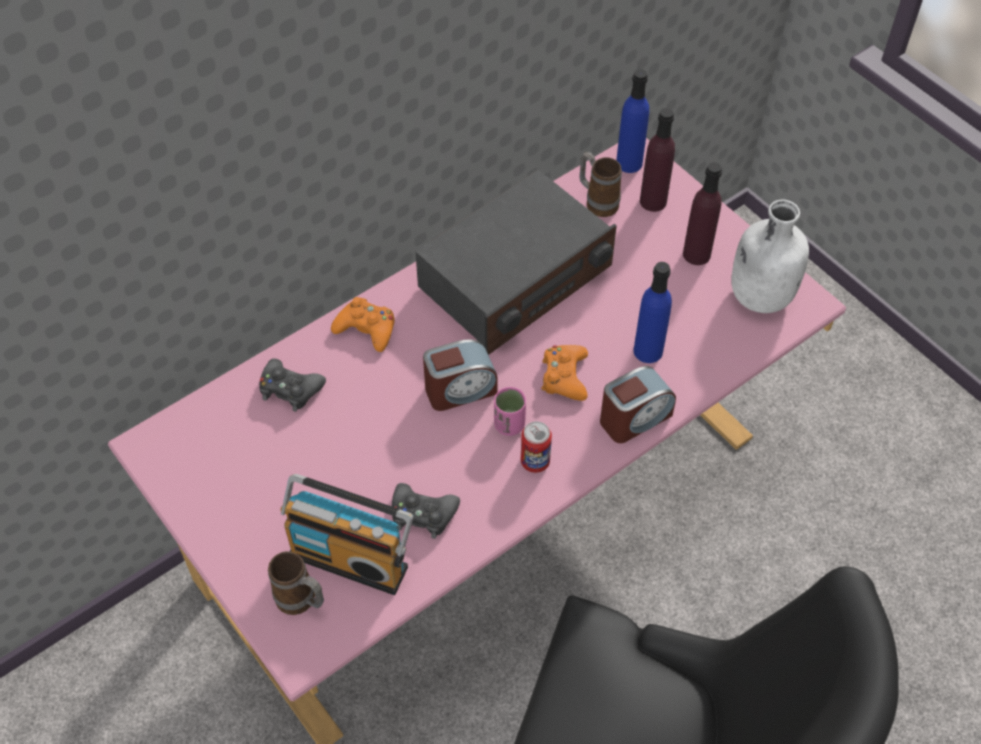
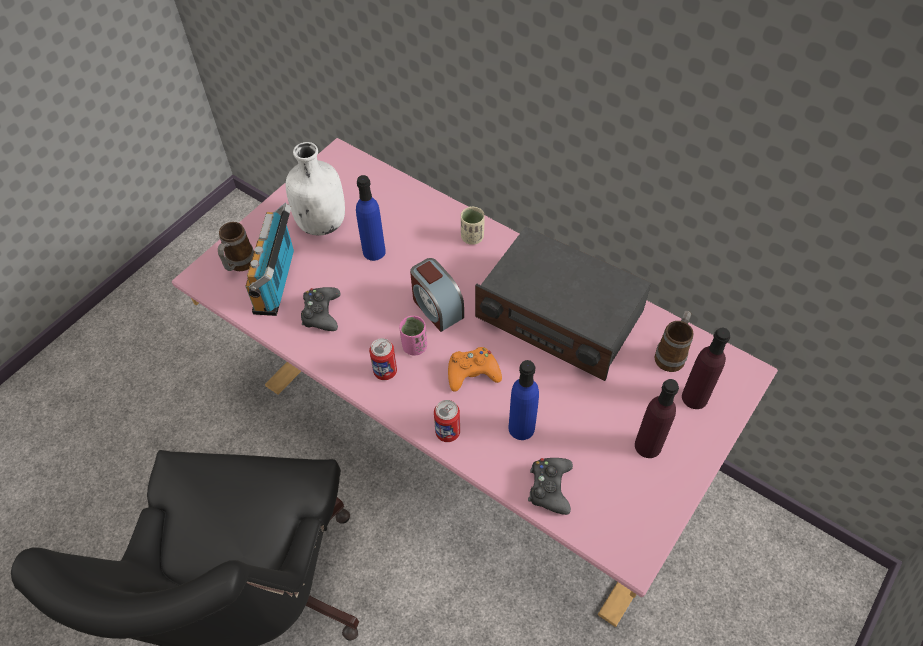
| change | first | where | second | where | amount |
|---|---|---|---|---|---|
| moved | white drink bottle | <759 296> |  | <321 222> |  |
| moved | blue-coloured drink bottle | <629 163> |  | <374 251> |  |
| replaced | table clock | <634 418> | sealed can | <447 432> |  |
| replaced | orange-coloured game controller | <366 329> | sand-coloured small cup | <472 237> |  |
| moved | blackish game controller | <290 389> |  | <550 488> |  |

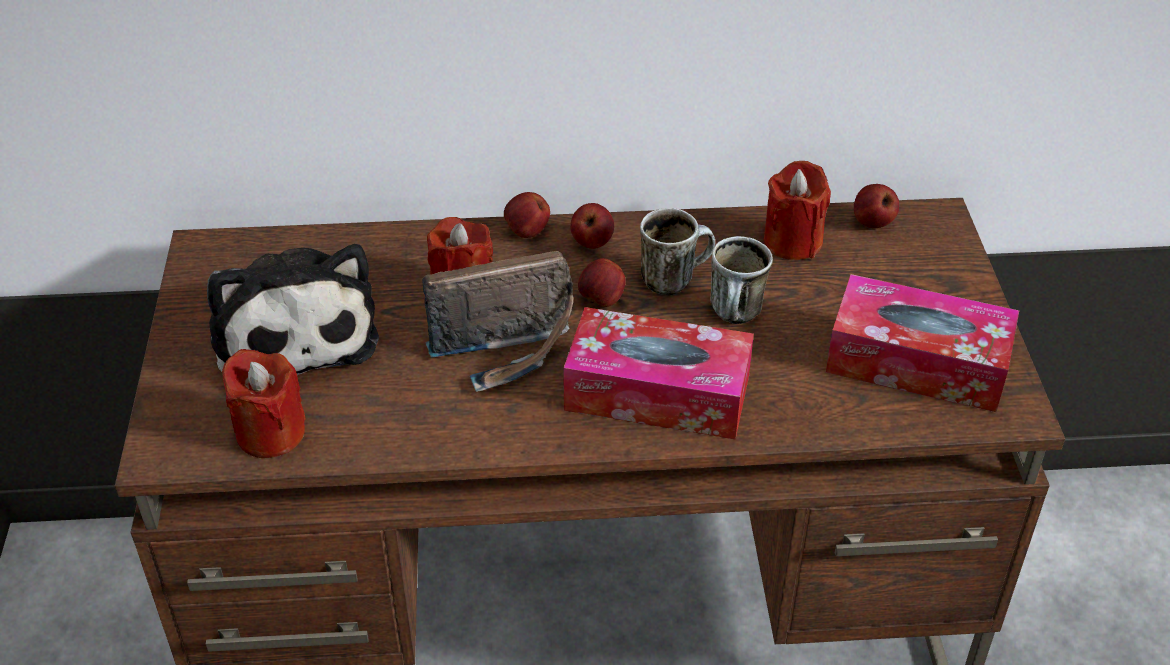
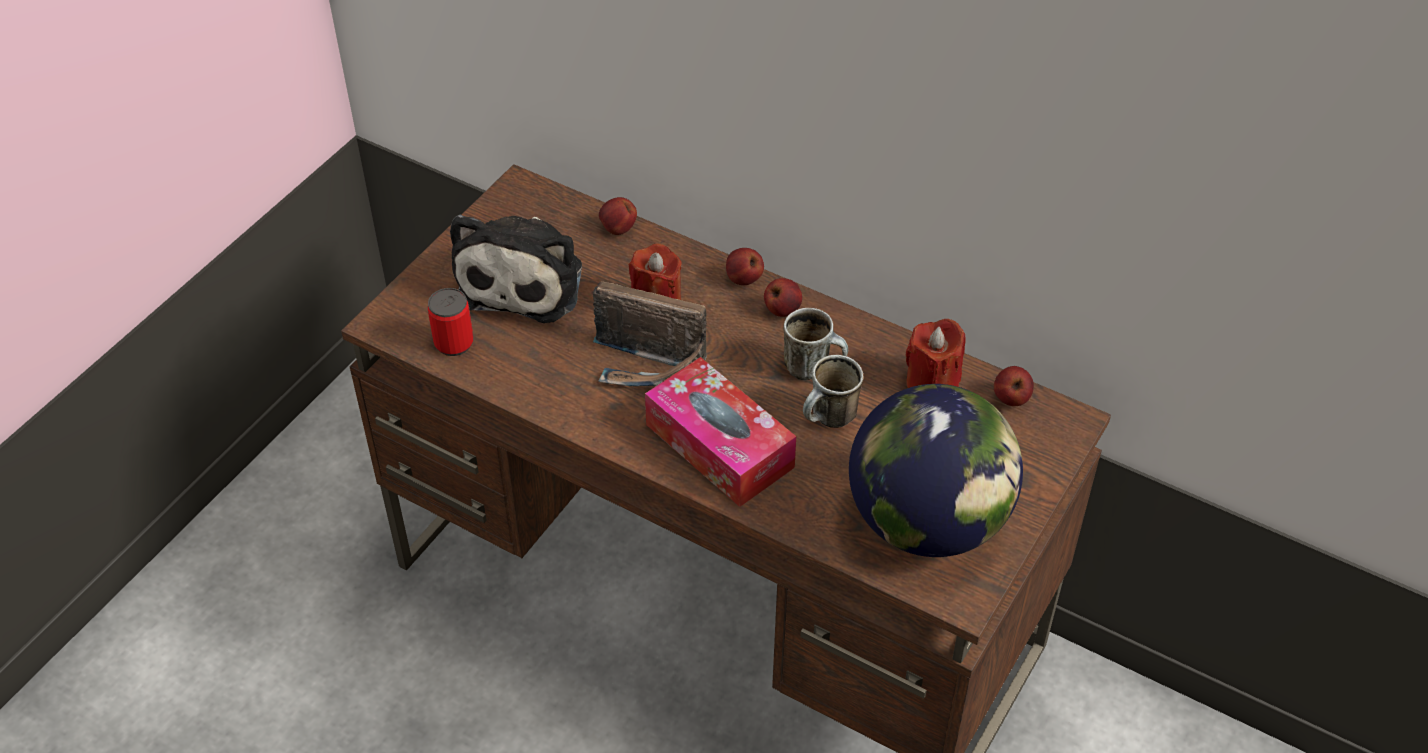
| change | first | where | second | where | amount |
|---|---|---|---|---|---|
| replaced | reddish candle | <270 433> | sealed can | <454 343> |  |
| moved | whole apple | <601 301> |  | <618 229> |  |
| replaced | box of tissues | <917 362> | desk globe | <927 523> |  |

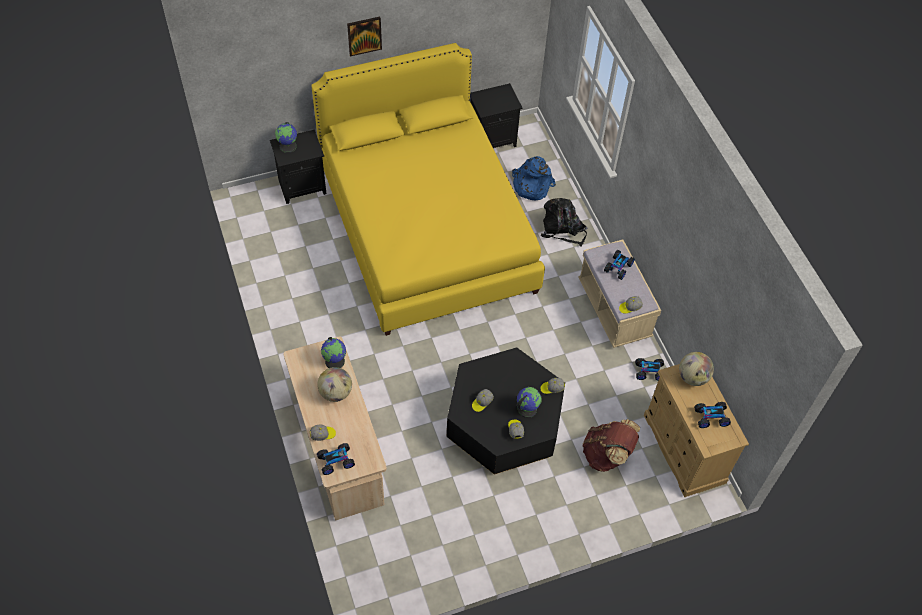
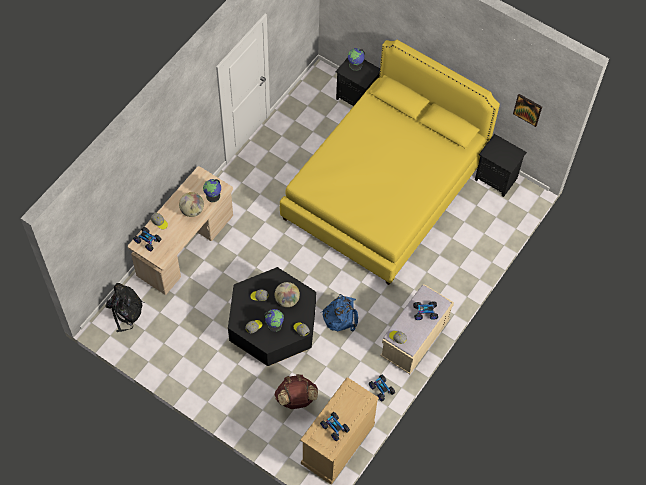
| change | first | where | second | where | amount |
|---|---|---|---|---|---|
| moved | blackish knapsack | <562 229> |  | <125 311> |  |
| moved | desk globe | <692 377> |  | <287 300> |  |
| moved | blue-coloured knapsack | <531 185> |  | <340 315> |  |
| moved | wall picture | <364 35> |  | <527 109> |  |

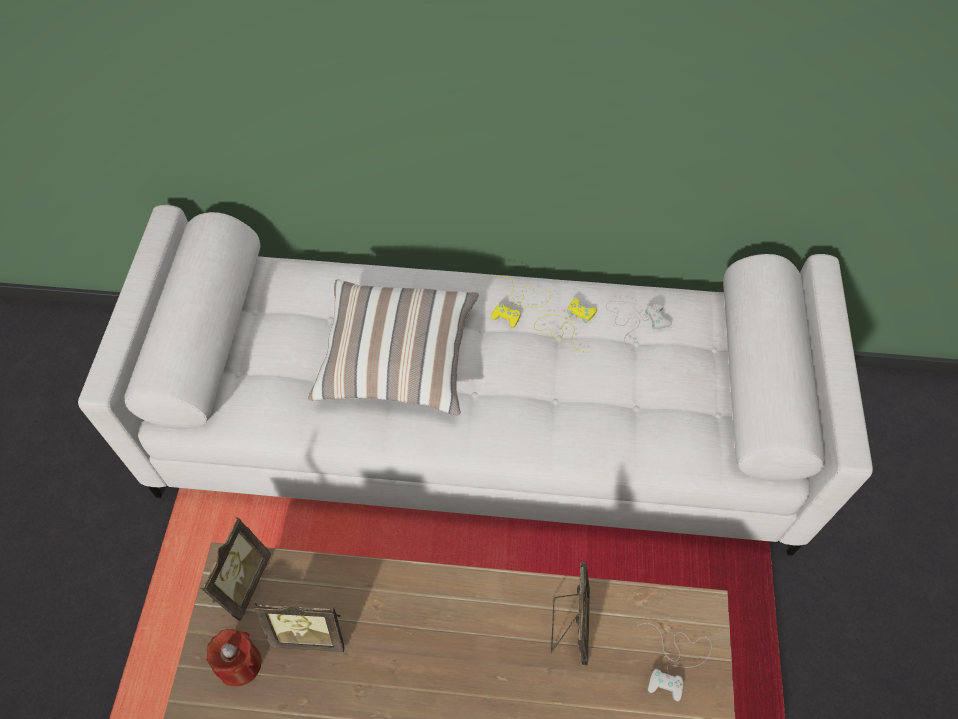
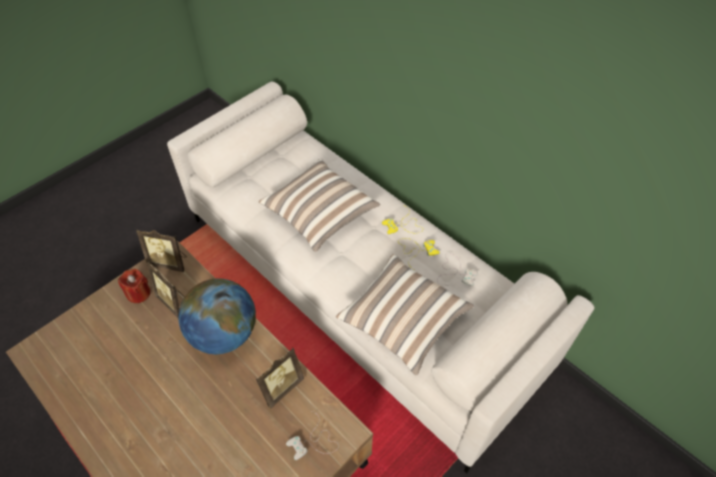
| change | first | where | second | where | amount |
|---|---|---|---|---|---|
| turned | photo frame | <241 582> |  | <169 262> | 45 degrees clockwise |
| added |  |  | desk globe | <224 334> |  |
| added |  |  | pillow | <403 321> |  |

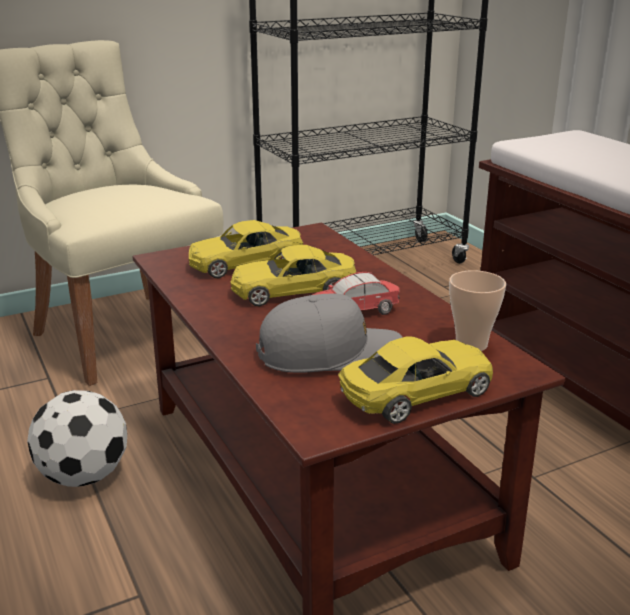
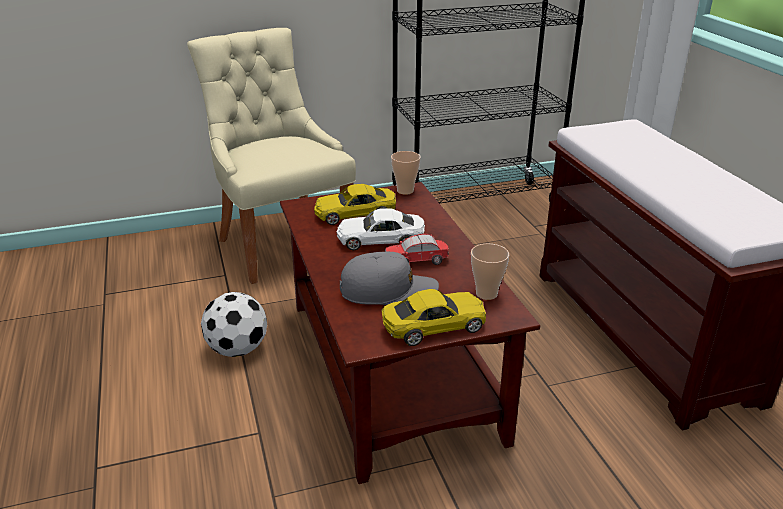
| change | first | where | second | where | amount |
|---|---|---|---|---|---|
| recoloured | yellow toy car | <293 291> | white toy car | <380 240> |  |
| added |  |  | small cup | <405 191> |  |

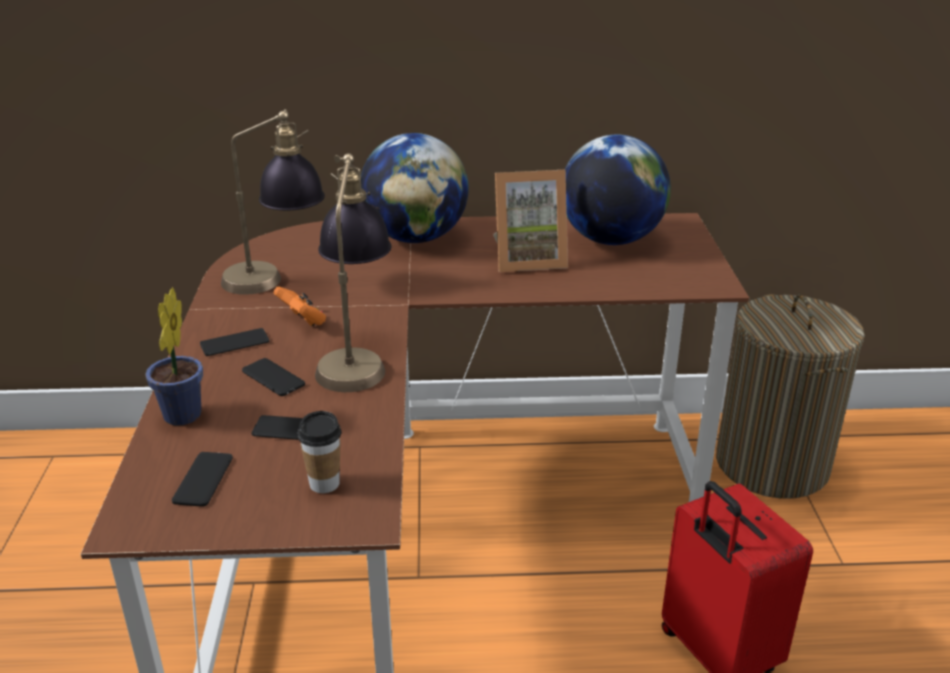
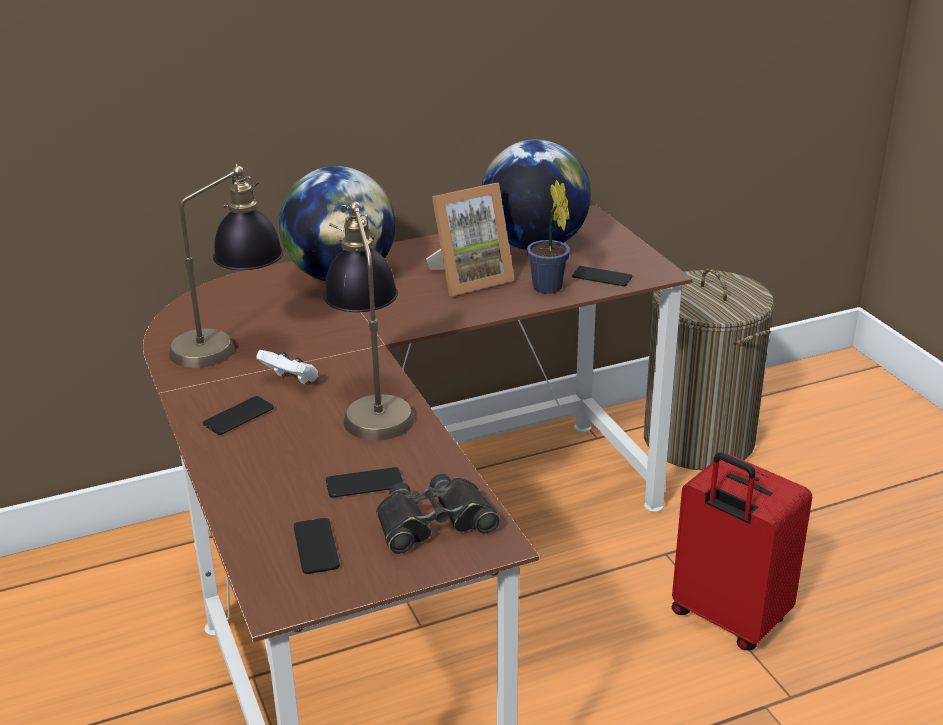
| change | first | where | second | where | amount |
|---|---|---|---|---|---|
| recoloured | orange-coloured game controller | <303 321> | white game controller | <291 381> |  |
| replaced | small cup | <324 484> | blackish pair of binoculars | <434 522> |  |
| moved | plant in a pot | <180 418> |  | <548 289> |  |
| moved | phone | <273 378> |  | <602 277> |  |

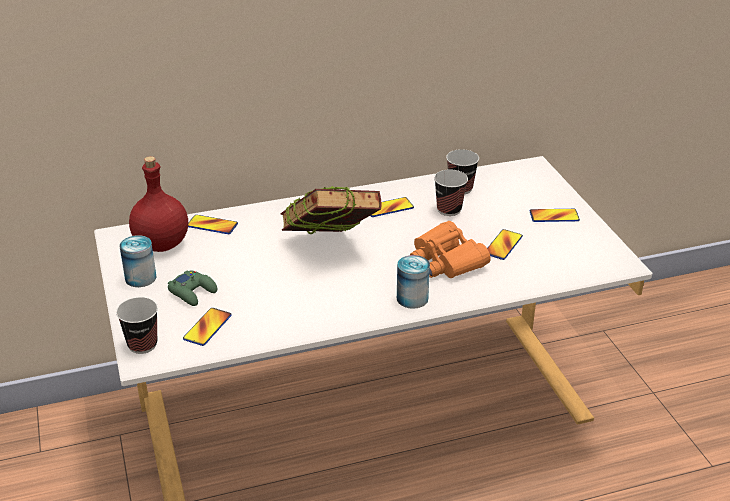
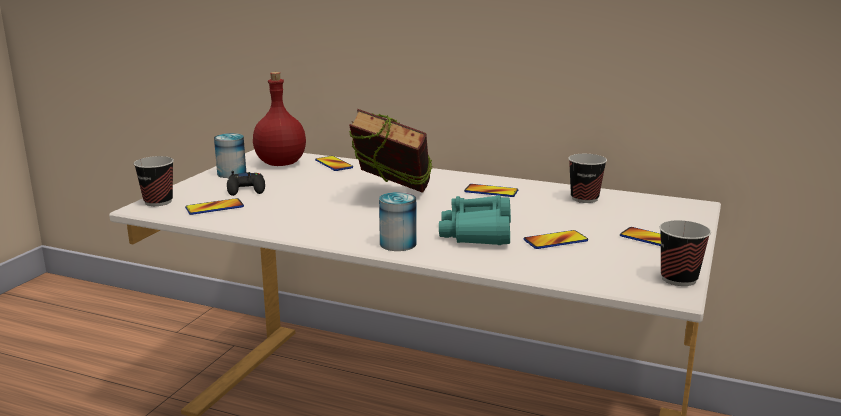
| change | first | where | second | where | amount |
|---|---|---|---|---|---|
| recoloured | green-coloured game controller | <193 292> | blackish game controller | <246 189> |  |
| recoloured | orange-coloured pair of binoculars | <446 261> | turquoise-coloured pair of binoculars | <477 233> |  |
| moved | small cup | <449 210> |  | <679 279> |  |

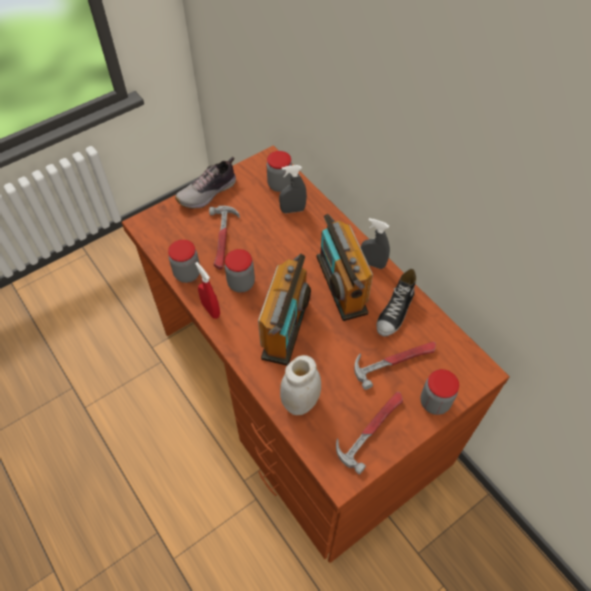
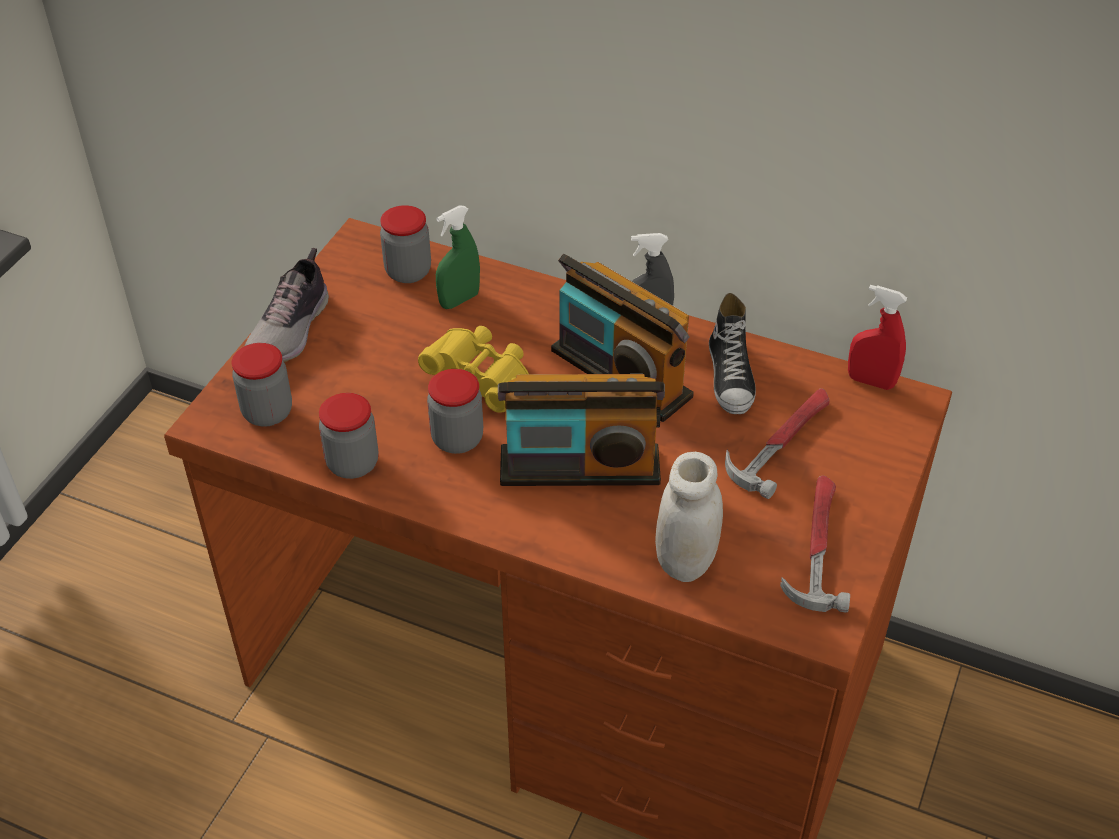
| change | first | where | second | where | amount |
|---|---|---|---|---|---|
| moved | jar | <434 402> |  | <267 412> |  |
| added |  |  | yellow pair of binoculars | <481 379> |  |
| recoloured | greyish sprayer | <292 210> | green-coloured sprayer | <459 300> |  |
| turned | radio | <286 326> |  | <580 467> | 105 degrees clockwise |
| moved | reddish sprayer | <211 310> |  | <870 381> |  |
| removed | hammer | <223 239> |  |  |  |

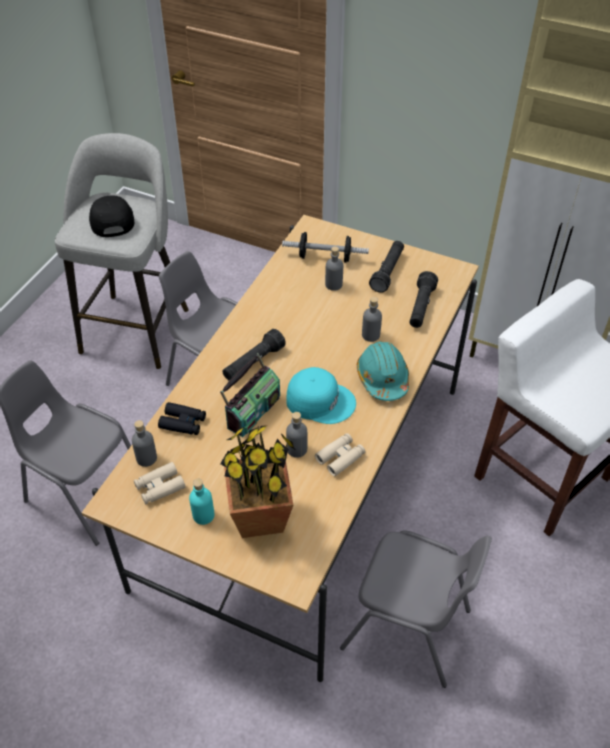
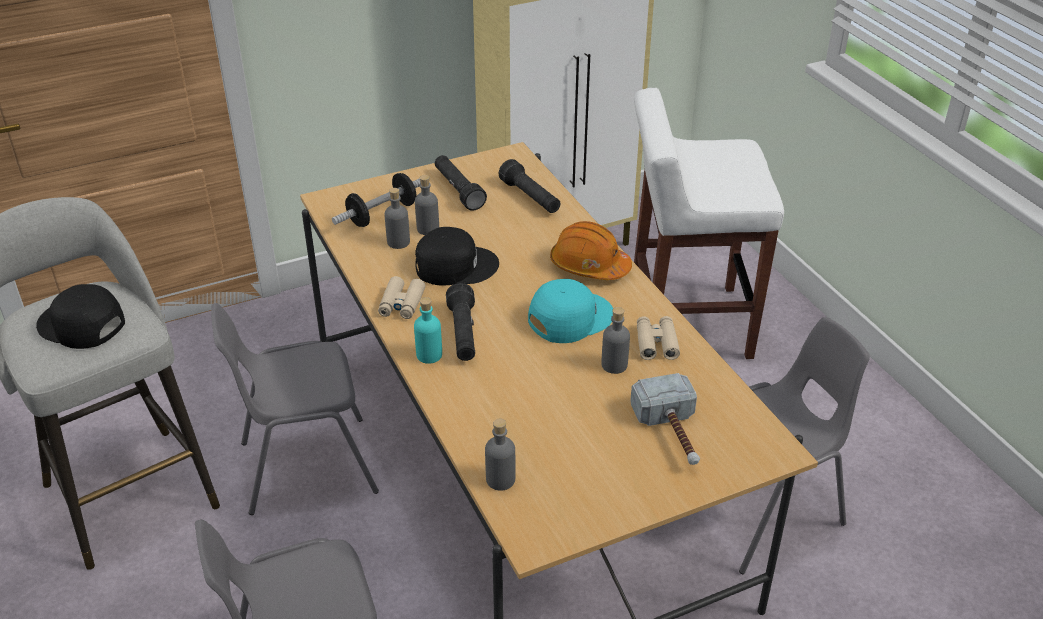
| change | first | where | second | where | amount |
|---|---|---|---|---|---|
| moved | sand-coloured pair of binoculars | <160 487> |  | <401 304> |  |
| moved | greyish drink bottle | <370 335> |  | <398 242> |  |
| moved | turquoise-coloured drink bottle | <203 515> |  | <429 355> |  |
| added |  |  | blackish baseball cap | <455 265> |  |
| recoloured | turquoise-coloured work helmet | <382 378> | orange-coloured work helmet | <589 266> |  |
| replaced | plant in a pot | <260 517> | hammer | <673 434> |  |
| removed | blackish pair of binoculars | <183 423> |  |  |  |
| removed | radio | <252 411> |  |  |  |

